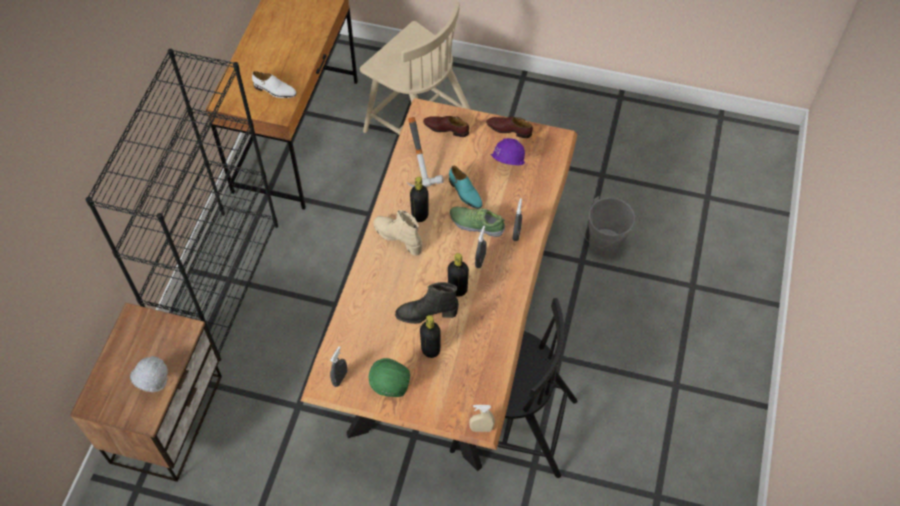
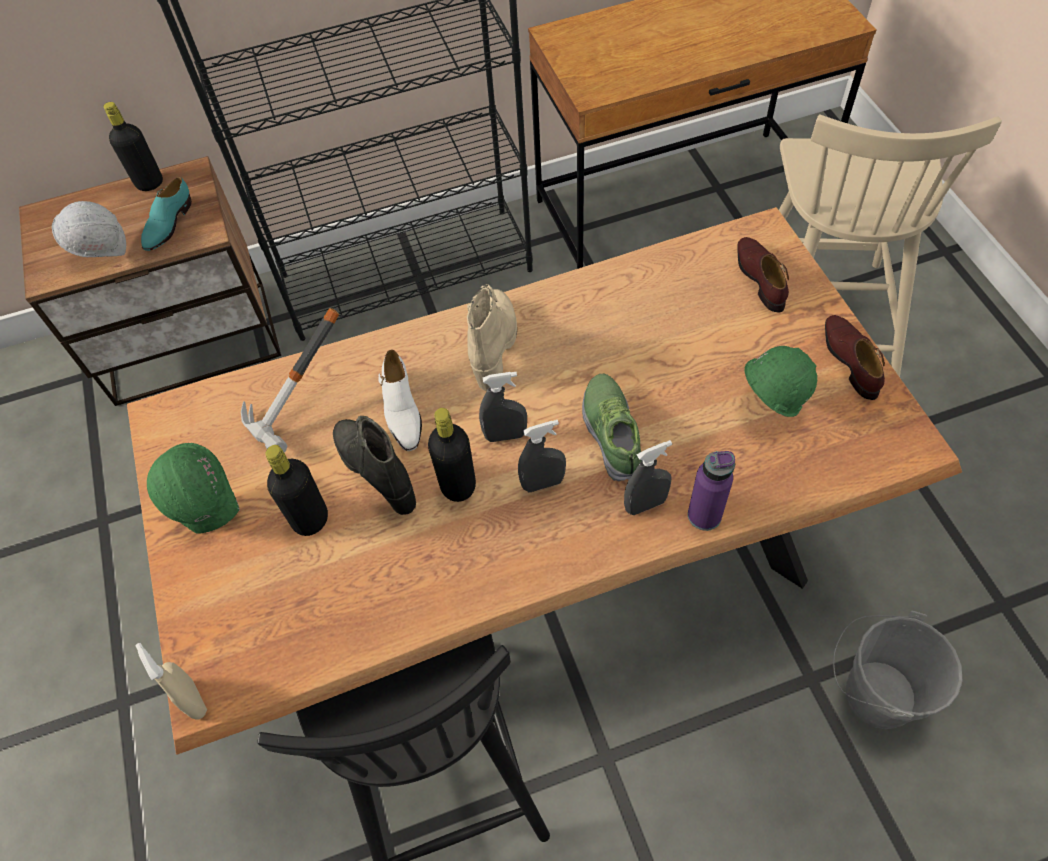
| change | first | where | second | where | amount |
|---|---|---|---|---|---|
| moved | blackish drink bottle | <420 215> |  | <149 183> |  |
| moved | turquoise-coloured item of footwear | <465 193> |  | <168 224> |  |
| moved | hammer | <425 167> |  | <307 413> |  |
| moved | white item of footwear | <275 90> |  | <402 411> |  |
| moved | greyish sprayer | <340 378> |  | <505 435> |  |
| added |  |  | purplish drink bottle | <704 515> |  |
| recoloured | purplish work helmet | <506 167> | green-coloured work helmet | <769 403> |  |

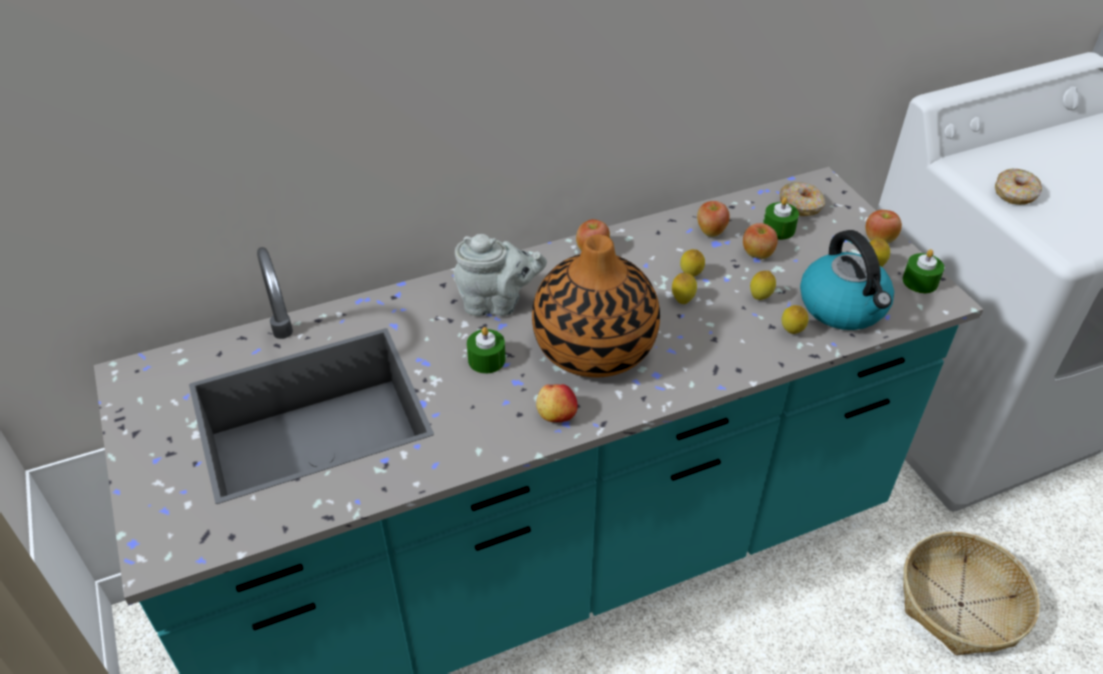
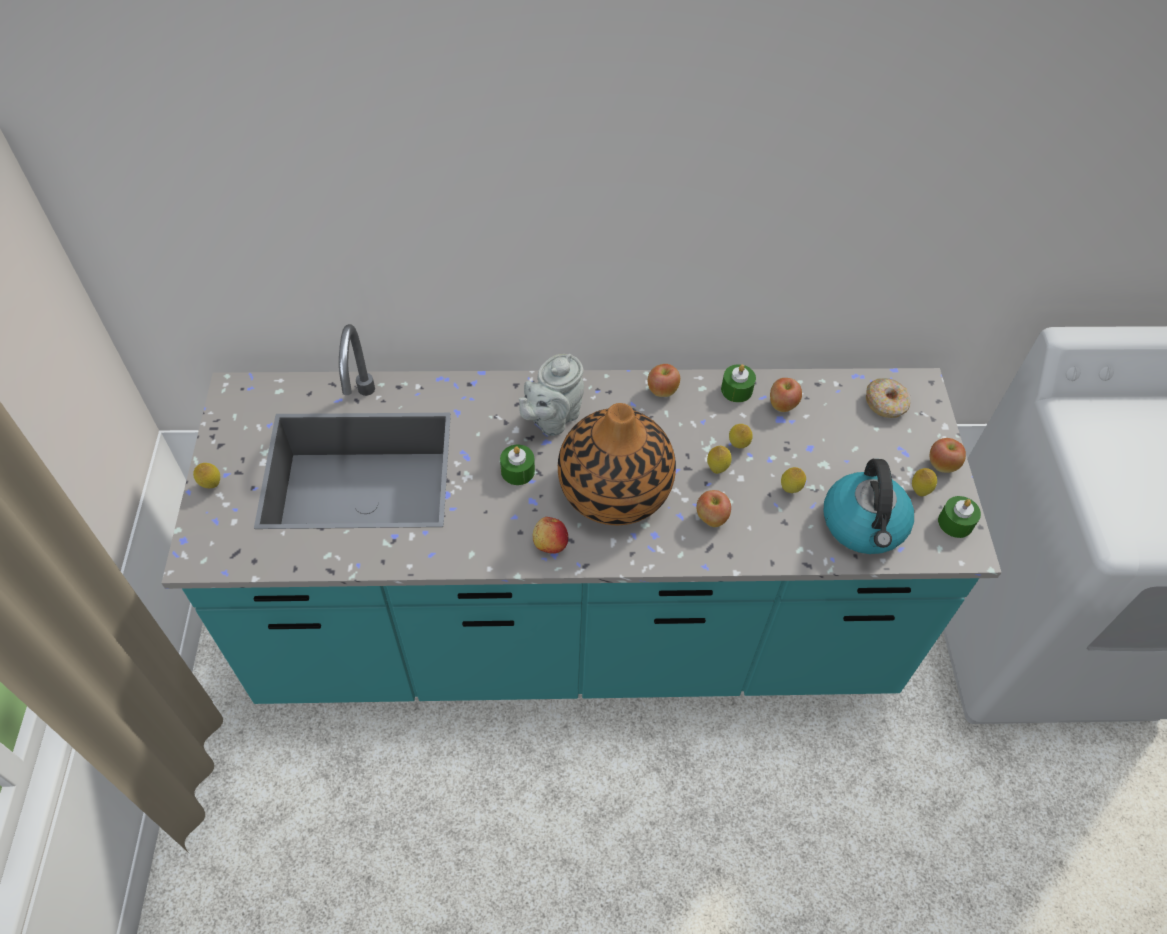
| change | first | where | second | where | amount |
|---|---|---|---|---|---|
| moved | lemon | <791 332> |  | <211 485> |  |
| turned | greyish pot for tea | <497 303> |  | <552 419> | 105 degrees clockwise |
| moved | whole apple | <757 254> |  | <711 518> |  |
| moved | green-coloured candle | <778 229> |  | <736 390> |  |
| removed | household basket | <960 604> |  |  |  |
| removed | donut | <1015 194> |  |  |  |

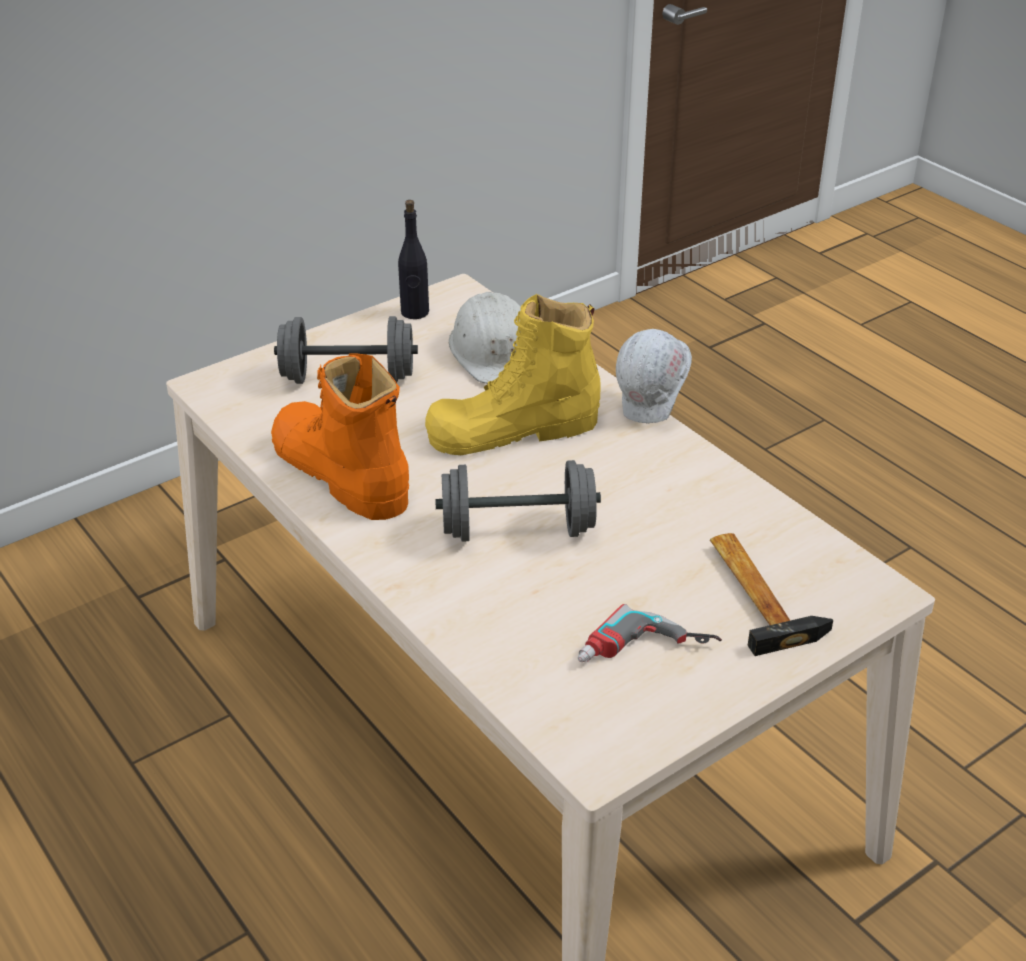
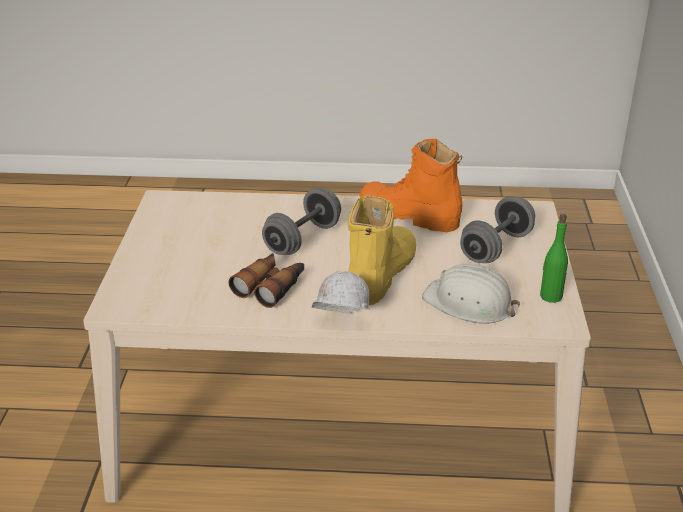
| change | first | where | second | where | amount |
|---|---|---|---|---|---|
| added |  |  | pair of binoculars | <270 286> |  |
| turned | orange-coloured boot | <340 473> |  | <409 215> | 150 degrees counterclockwise |
| recoloured | blackish drink bottle | <415 312> | green-coloured drink bottle | <550 296> |  |
| removed | power drill | <646 655> |  |  |  |
| removed | hammer | <758 593> |  |  |  |

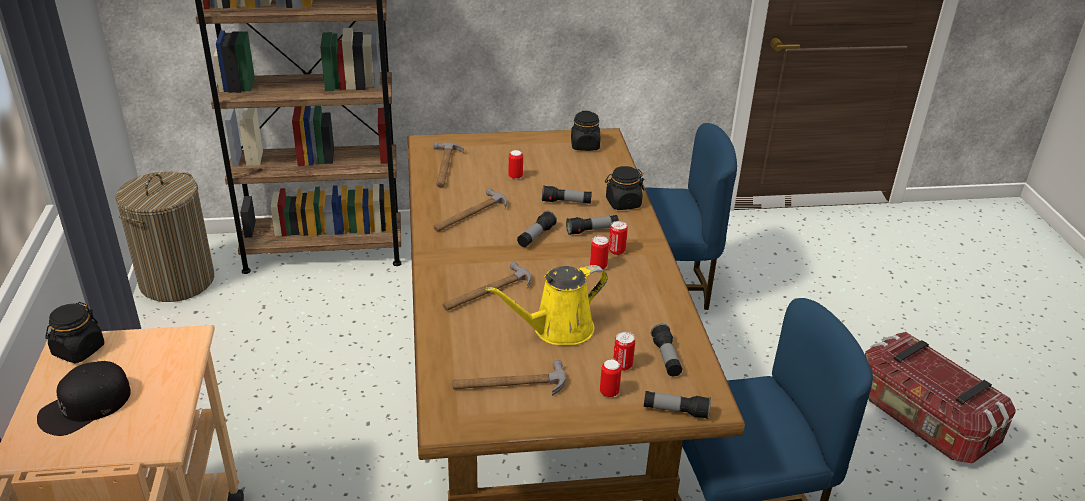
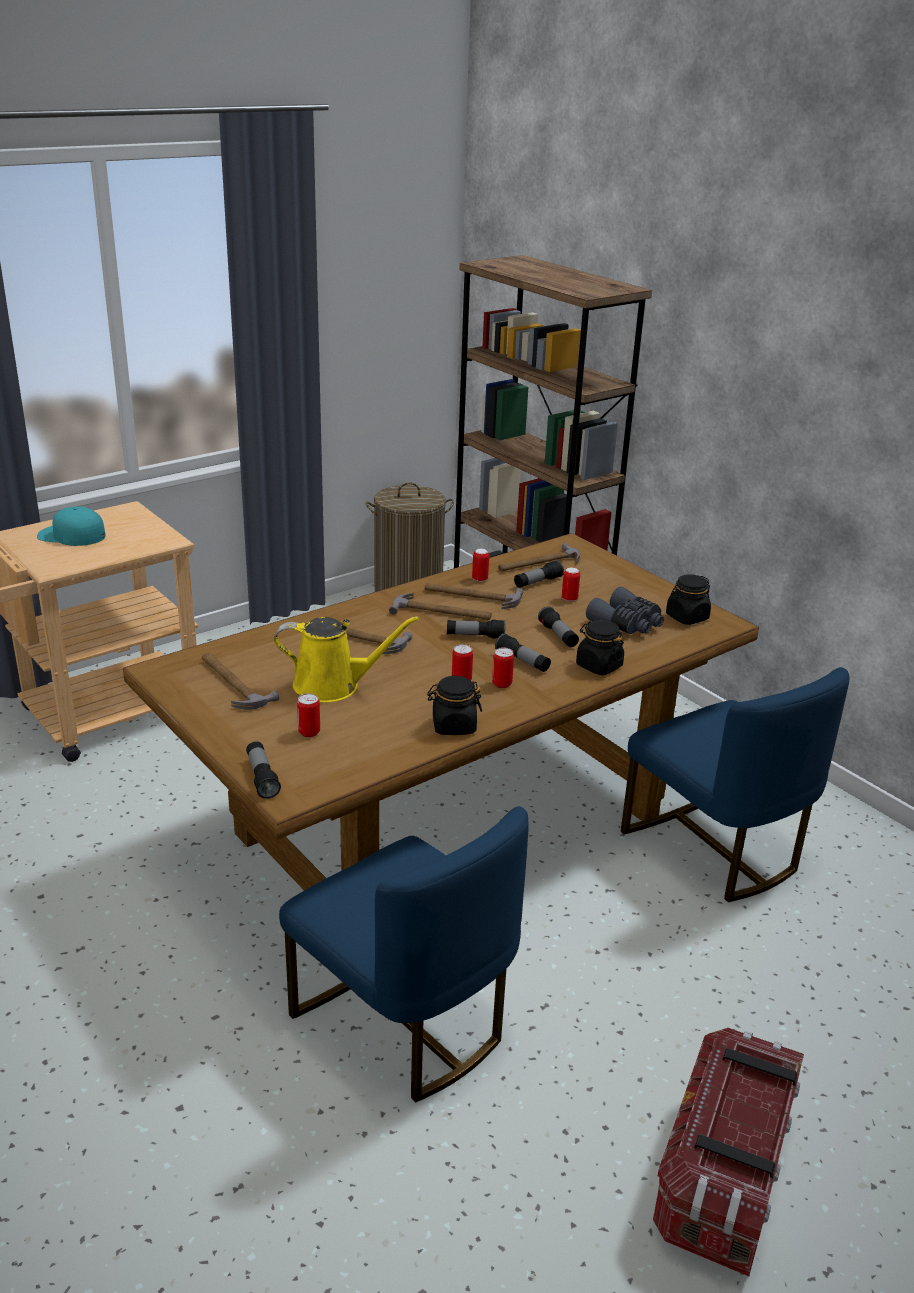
| change | first | where | second | where | amount |
|---|---|---|---|---|---|
| recoloured | blackish baseball cap | <85 405> | turquoise-coloured baseball cap | <71 535> |  |
| turned | yellow watering can | <557 329> |  | <333 686> | 150 degrees clockwise |
| added |  |  | hammer | <442 612> |  |
| moved | blackish jar | <78 350> |  | <453 726> |  |
| moved | sealed can | <609 392> |  | <480 579> |  |
| moved | torch | <666 358> |  | <537 582> |  |
| added |  |  | greyish pair of binoculars | <627 623> |  |

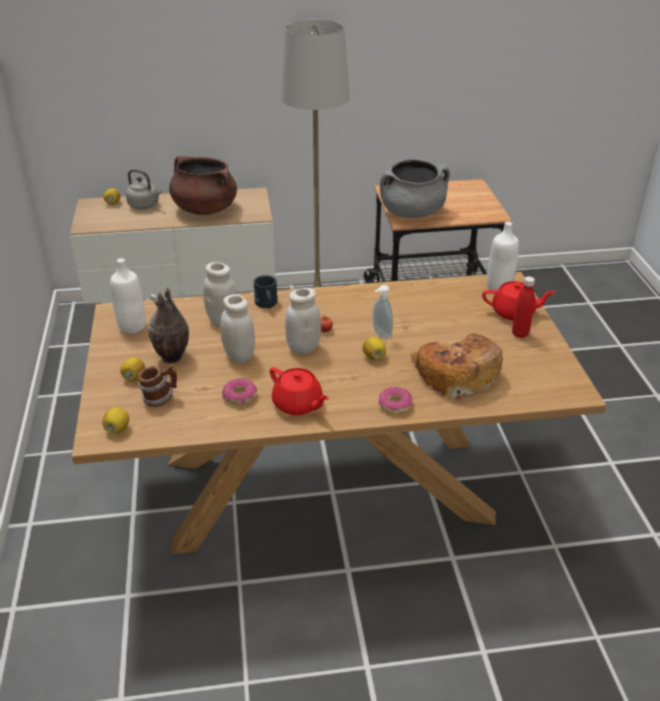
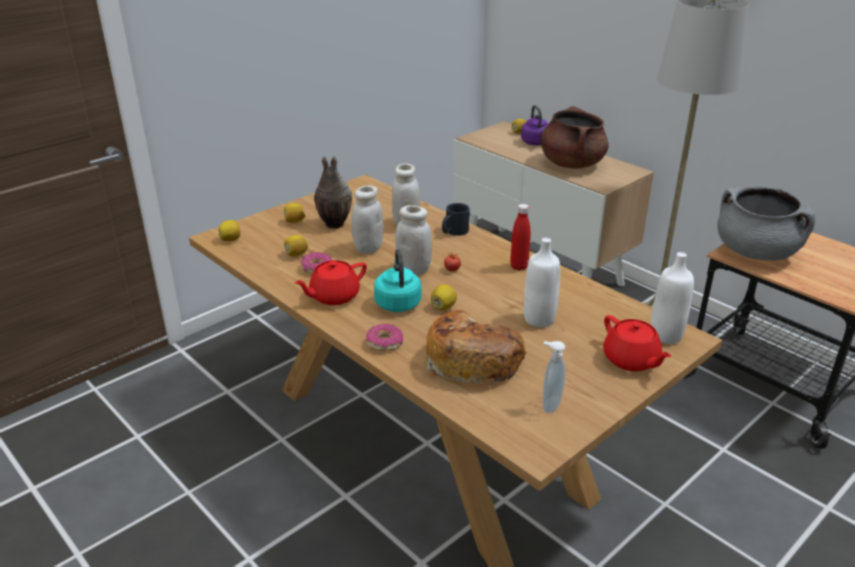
| change | first | where | second | where | amount |
|---|---|---|---|---|---|
| added |  |  | lemon | <296 254> |  |
| turned | reddish pot for tea | <298 404> |  | <333 296> | 45 degrees clockwise |
| added |  |  | turquoise-coloured tea kettle | <397 302> |  |
| moved | reddish drink bottle | <520 334> |  | <519 266> |  |
| recoloured | greyish tea kettle | <145 205> | purplish tea kettle | <536 143> |  |
| moved | white drink bottle | <132 326> |  | <539 319> |  |
| moved | soap bottle | <380 334> |  | <549 405> |  |
| removed | mug | <160 398> |  |  |  |

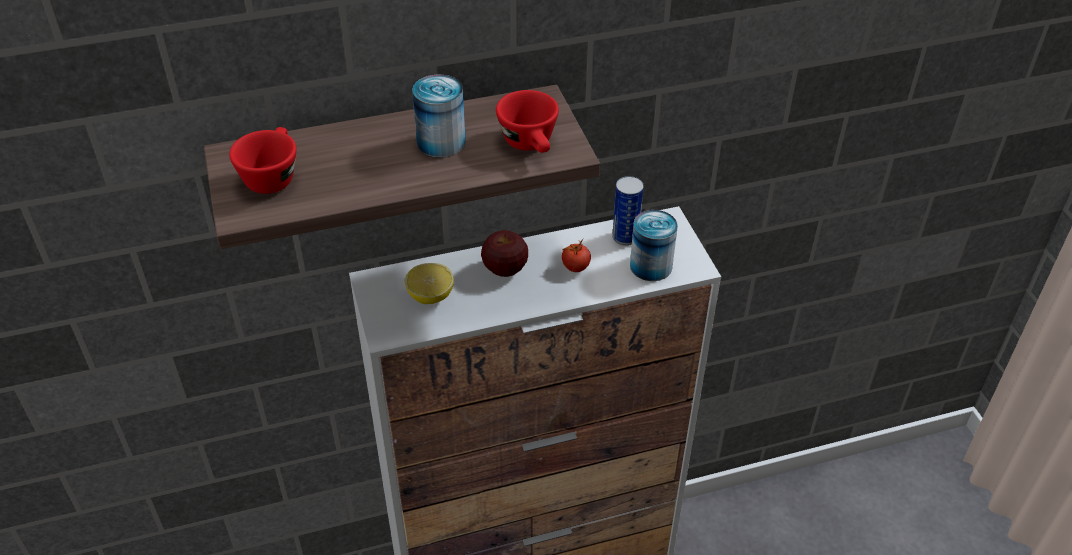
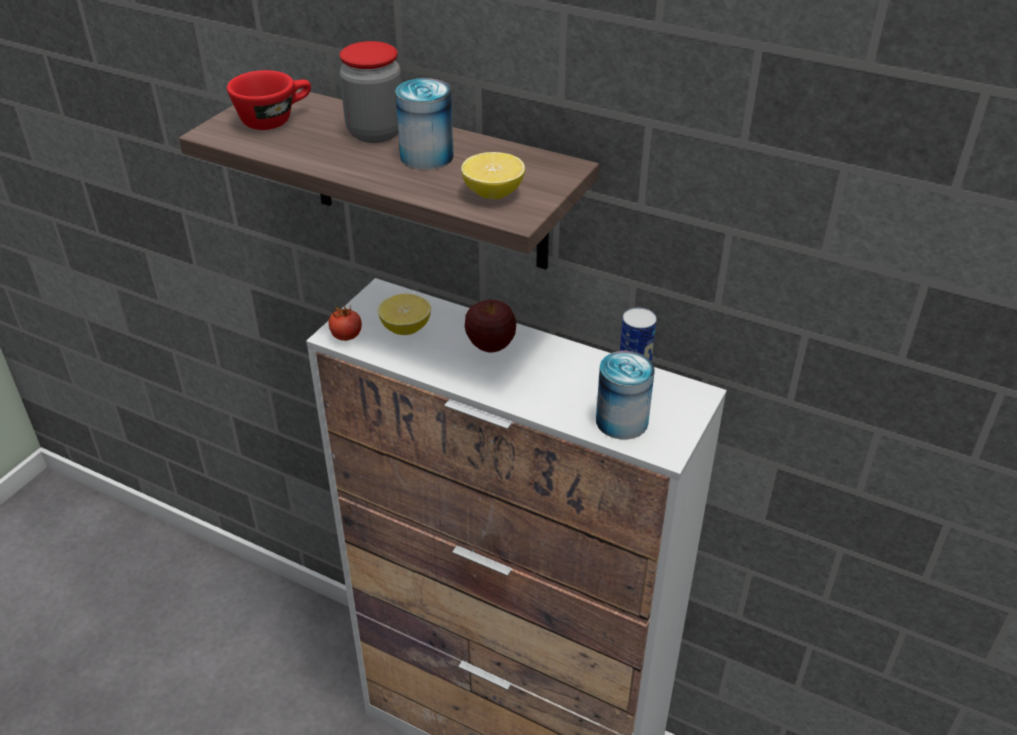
| change | first | where | second | where | amount |
|---|---|---|---|---|---|
| moved | fresh tomato | <575 267> |  | <346 336> |  |
| added |  |  | jar | <375 133> |  |
| replaced | reddish small cup | <531 145> | lemon | <493 194> |  |

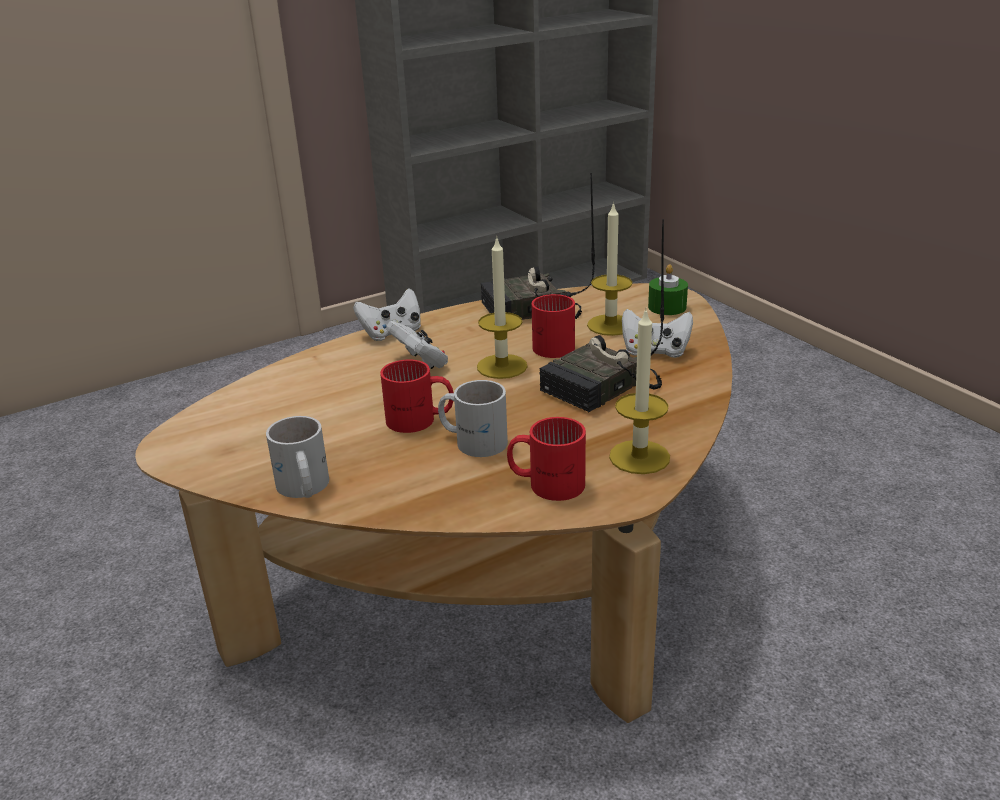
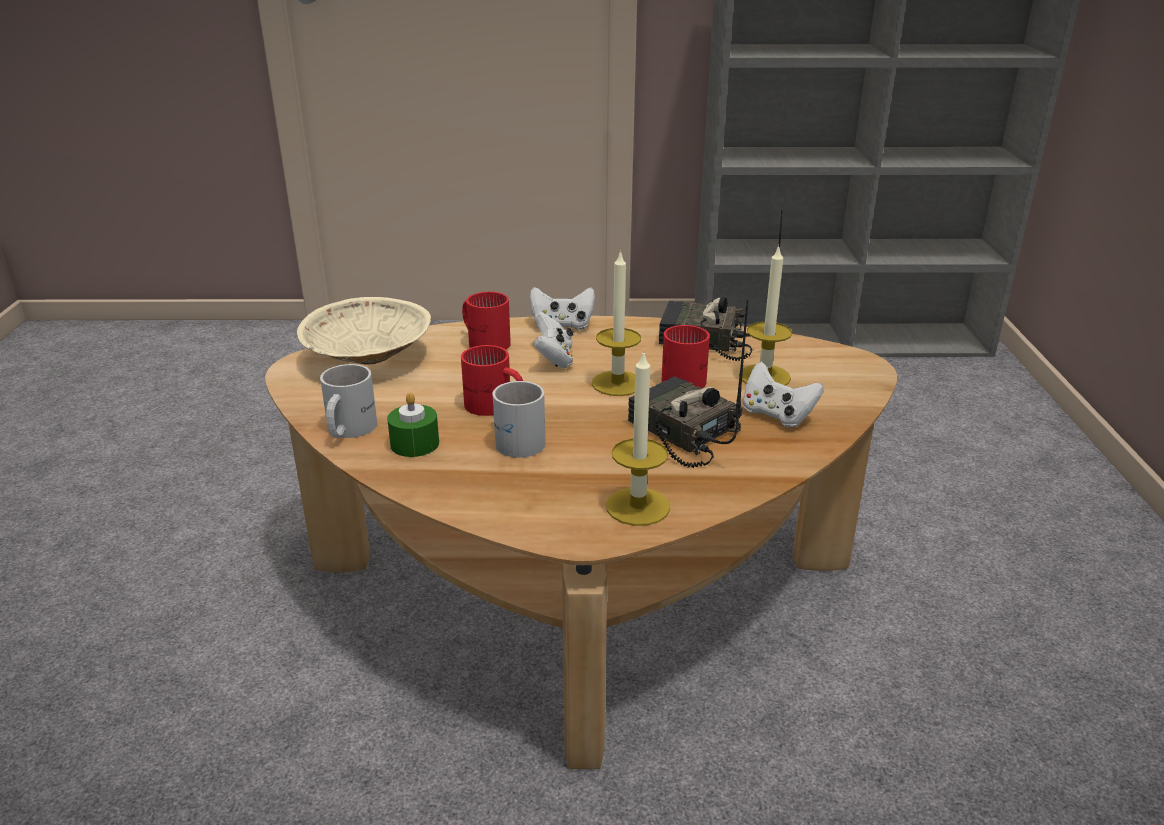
| change | first | where | second | where | amount |
|---|---|---|---|---|---|
| added |  |  | sand-coloured bowl | <367 359> |  |
| moved | green-coloured candle | <667 307> |  | <414 444> |  |
| moved | reddish mug | <547 482> |  | <485 341> |  |
| turned | radio | <601 389> |  | <681 433> | 60 degrees clockwise |

